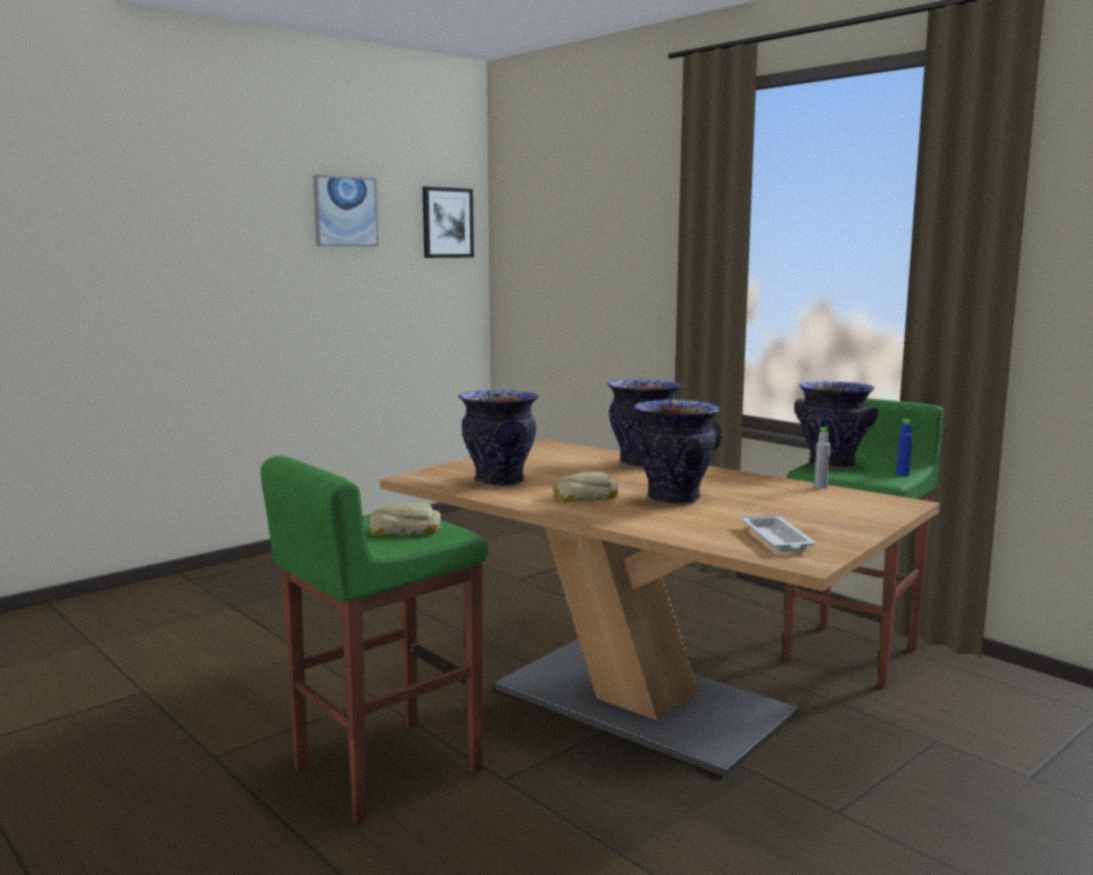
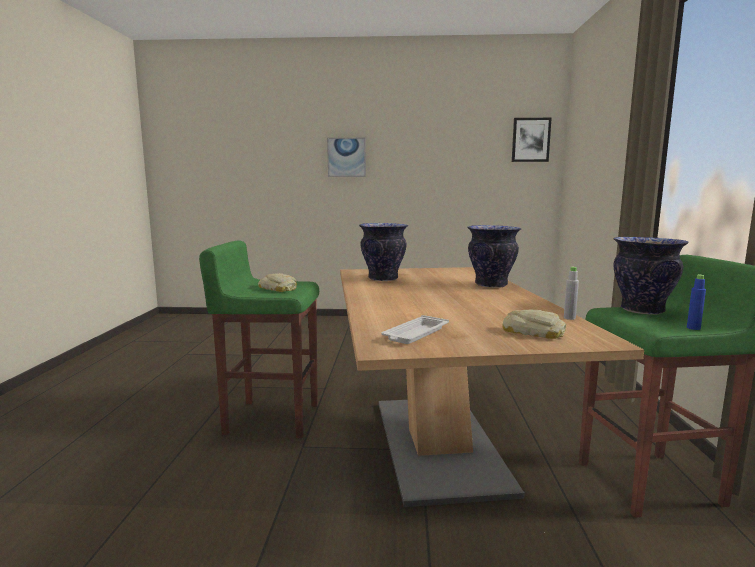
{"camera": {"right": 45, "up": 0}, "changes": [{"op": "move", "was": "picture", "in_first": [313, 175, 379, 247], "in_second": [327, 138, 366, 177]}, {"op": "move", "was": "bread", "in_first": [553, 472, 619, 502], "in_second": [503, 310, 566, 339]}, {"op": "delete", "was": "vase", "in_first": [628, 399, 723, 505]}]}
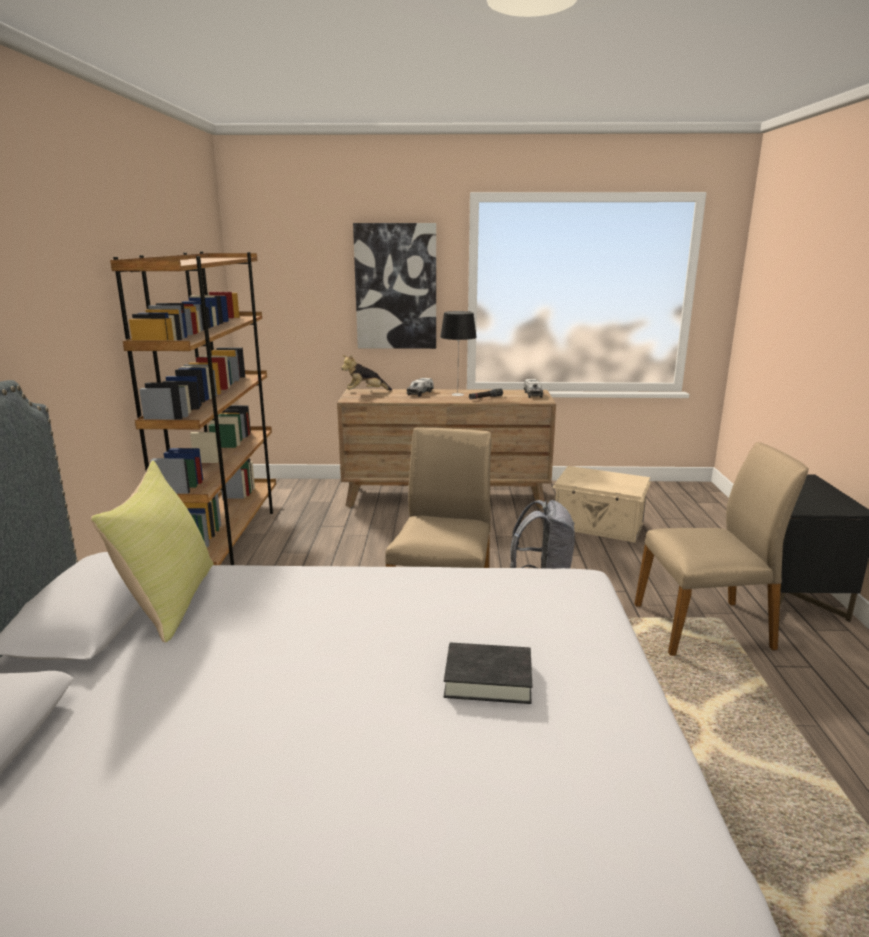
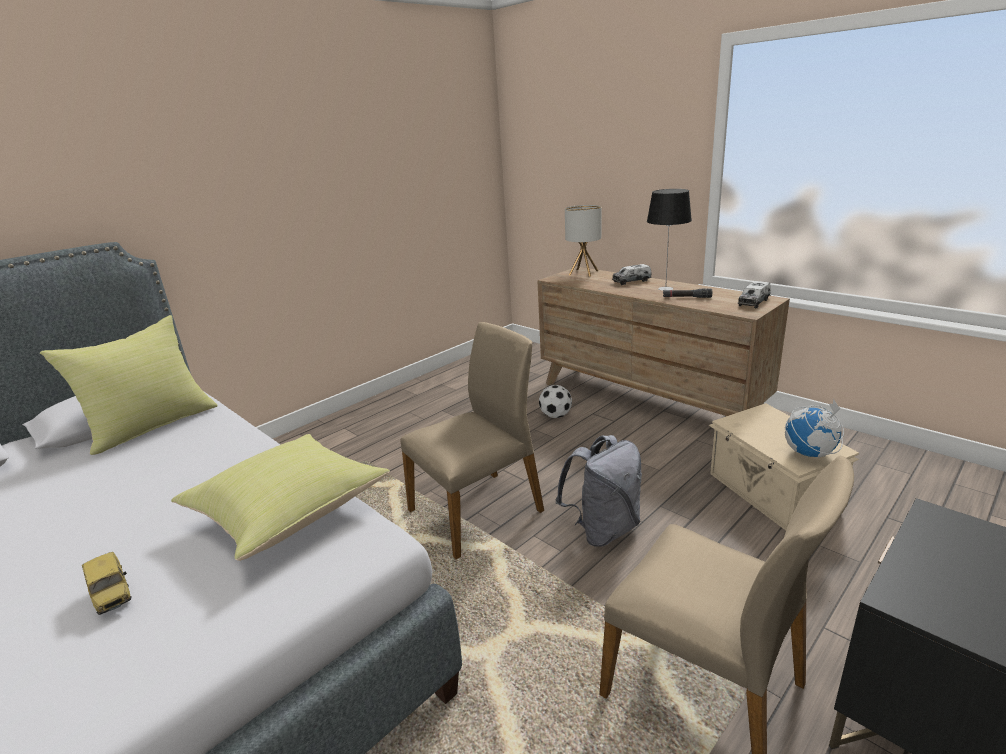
{"camera": {"right": 45, "up": 5}, "changes": [{"op": "replace", "was": "black book", "now": "toy car", "in_first": [444, 642, 532, 704], "in_second": [82, 552, 131, 615]}, {"op": "insert", "now": "yellow pillow", "in_second": [171, 434, 390, 561]}, {"op": "insert", "now": "football", "in_second": [539, 385, 572, 418]}, {"op": "replace", "was": "plush toy", "now": "table lamp", "in_first": [341, 355, 392, 391], "in_second": [565, 205, 601, 277]}, {"op": "insert", "now": "globe", "in_second": [785, 399, 844, 458]}, {"op": "delete", "was": "brown bookcase", "in_first": [110, 252, 276, 565]}, {"op": "delete", "was": "picture", "in_first": [353, 223, 436, 349]}]}
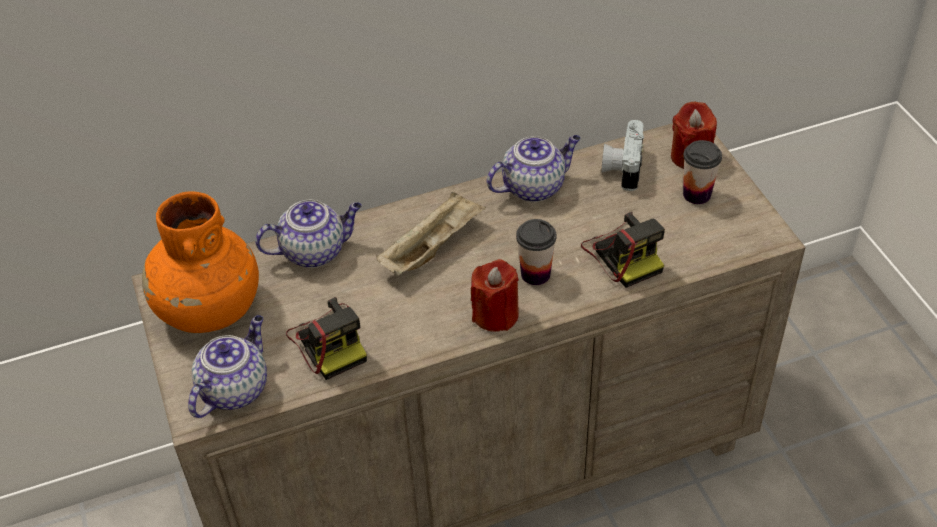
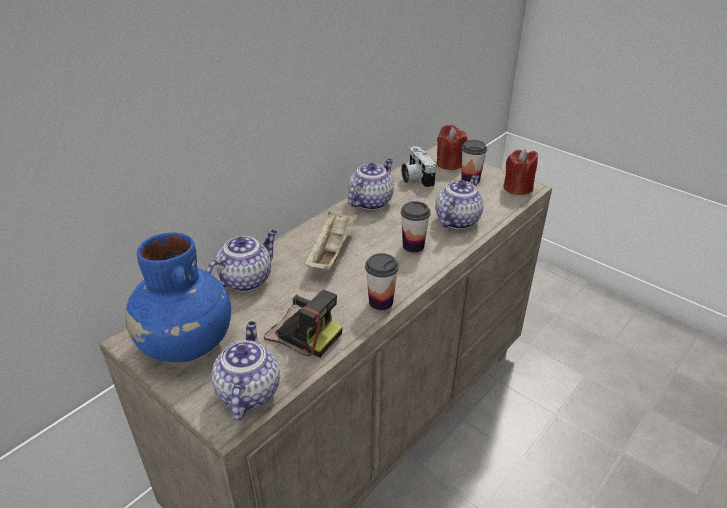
{"camera": {"right": -30, "up": -10}, "changes": [{"op": "recolor", "was": "orange vase", "now": "blue vase", "in_first": [142, 191, 259, 333], "in_second": [125, 232, 231, 362]}, {"op": "insert", "now": "cup", "in_second": [365, 253, 399, 310]}, {"op": "replace", "was": "photo camera", "now": "teapot", "in_first": [581, 212, 665, 288], "in_second": [435, 175, 484, 229]}, {"op": "move", "was": "red candle", "in_first": [471, 259, 519, 332], "in_second": [504, 149, 538, 195]}]}
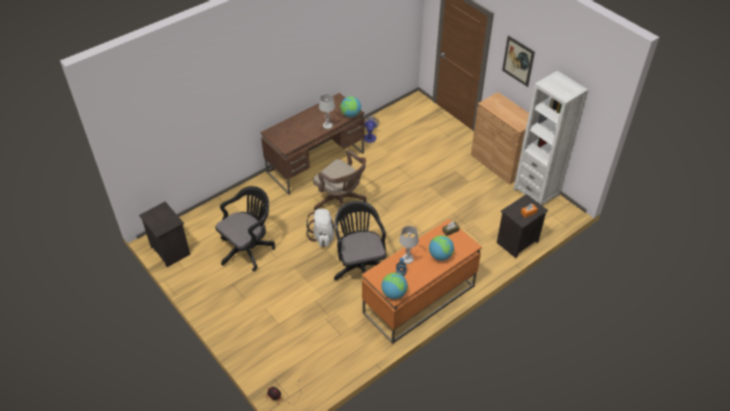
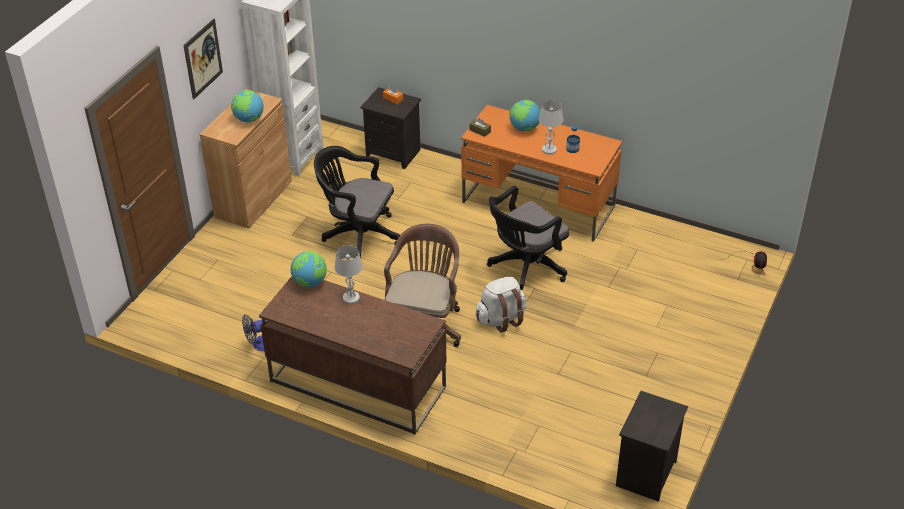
{"camera": {"right": -115, "up": -5}, "changes": [{"op": "move", "was": "globe", "in_first": [381, 273, 408, 299], "in_second": [231, 90, 264, 122]}, {"op": "move", "was": "black office chair", "in_first": [215, 186, 275, 271], "in_second": [314, 146, 400, 258]}]}
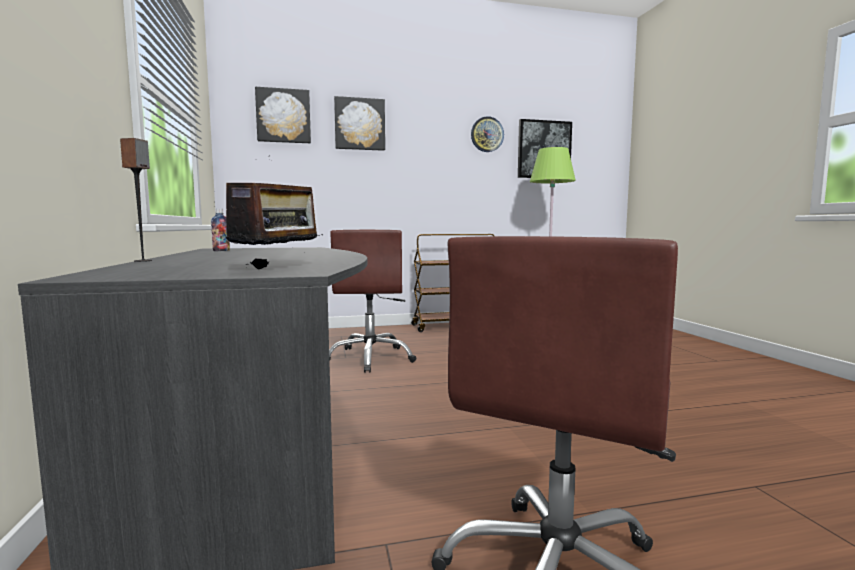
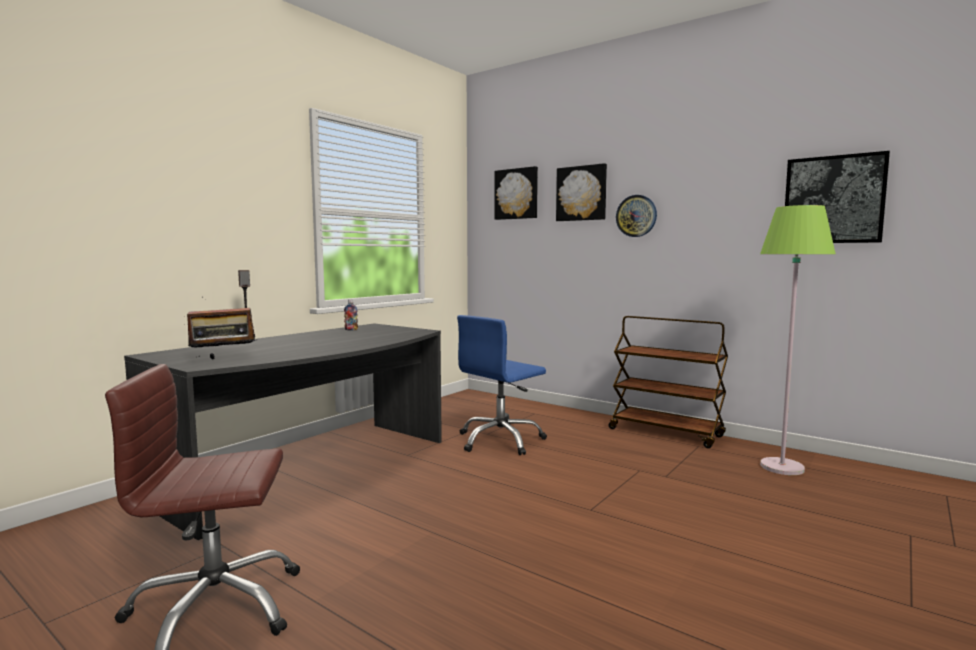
{"camera": {"right": 50, "up": 0}, "changes": [{"op": "recolor", "was": "brown office chair", "now": "blue office chair", "in_first": [329, 230, 416, 373], "in_second": [457, 315, 547, 455]}, {"op": "move", "was": "wall clock", "in_first": [471, 116, 504, 152], "in_second": [616, 195, 657, 237]}]}
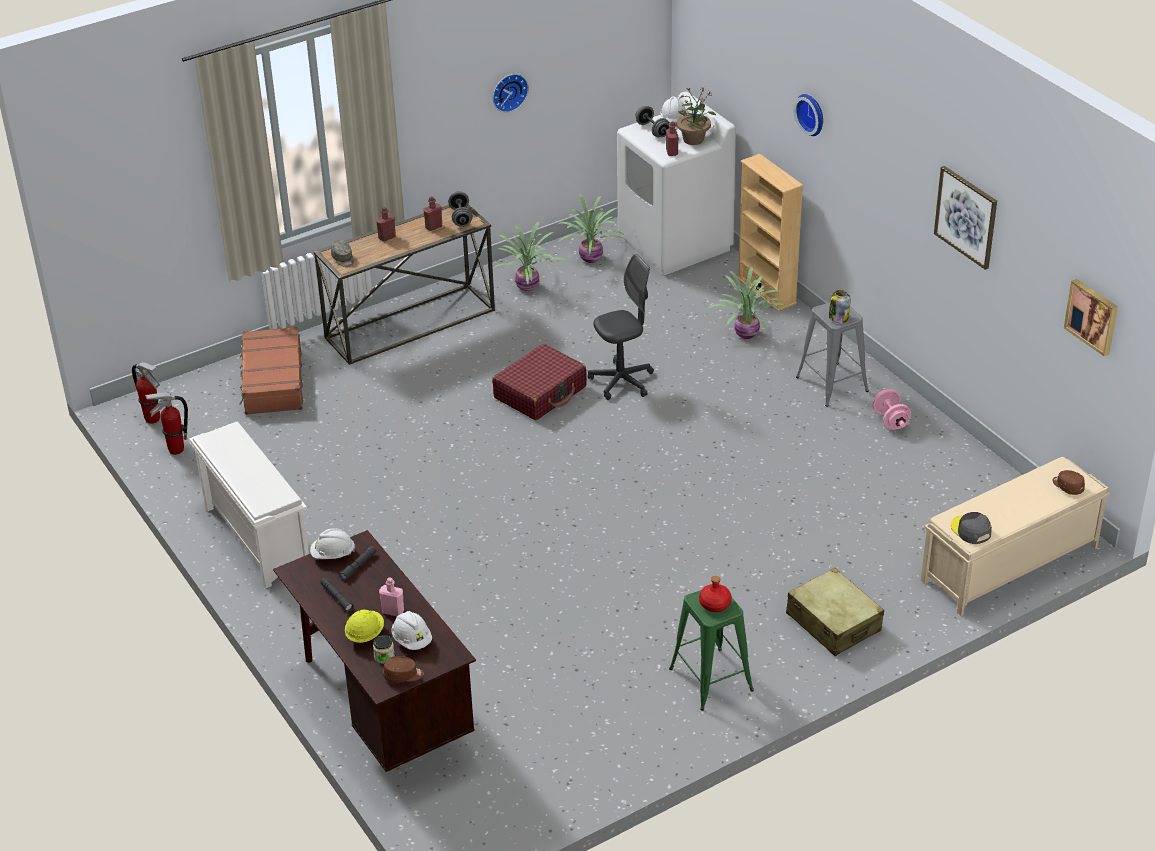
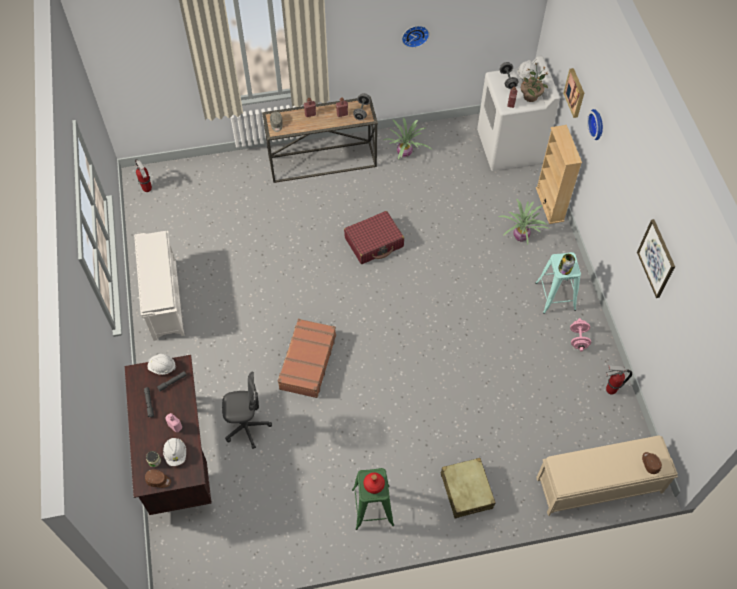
{"camera": {"right": 20, "up": 20}, "changes": [{"op": "move", "was": "grey office chair", "in_first": [588, 254, 654, 400], "in_second": [222, 372, 272, 449]}, {"op": "move", "was": "brown suitcase", "in_first": [240, 327, 303, 415], "in_second": [278, 319, 336, 398]}, {"op": "recolor", "was": "grey stool", "now": "turquoise stool", "in_first": [796, 302, 869, 407], "in_second": [535, 252, 581, 314]}, {"op": "move", "was": "picture", "in_first": [1064, 279, 1118, 356], "in_second": [563, 68, 584, 118]}, {"op": "move", "was": "fire extinguisher", "in_first": [145, 393, 188, 455], "in_second": [606, 365, 632, 395]}, {"op": "delete", "was": "yellow hard hat", "in_first": [345, 610, 384, 643]}, {"op": "delete", "was": "potted plant", "in_first": [558, 194, 626, 263]}, {"op": "delete", "was": "grey cap", "in_first": [951, 512, 992, 544]}]}
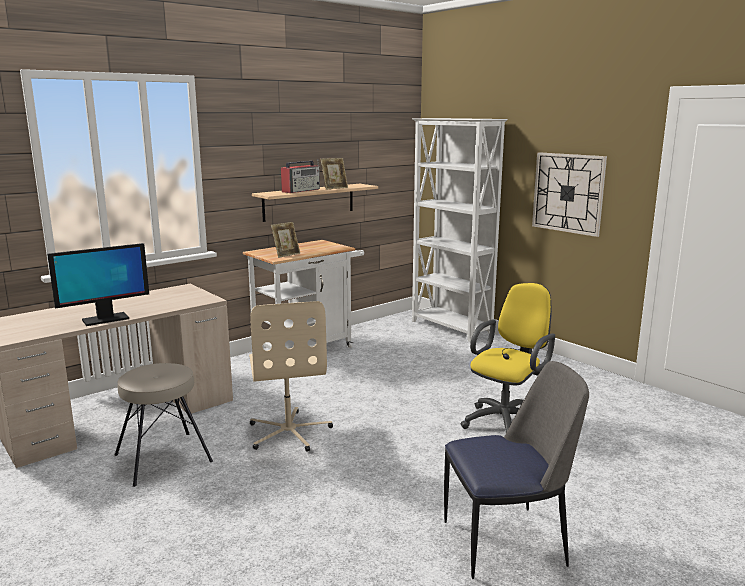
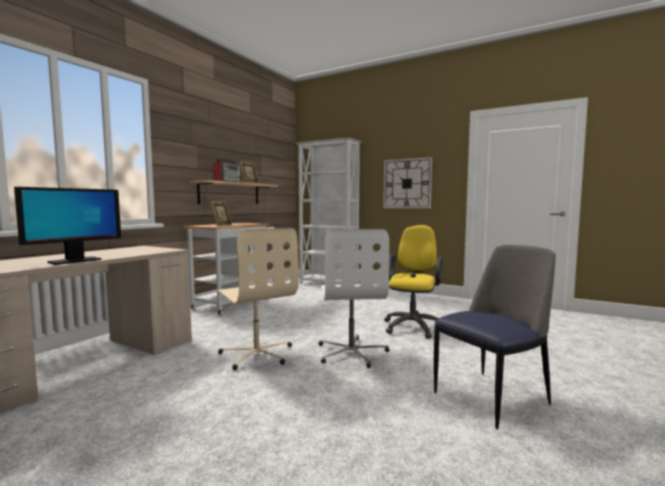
{"camera": {"right": -20, "up": -10}, "changes": [{"op": "insert", "now": "white office chair", "in_second": [319, 229, 390, 368]}, {"op": "delete", "was": "beige stool", "in_first": [115, 363, 213, 487]}]}
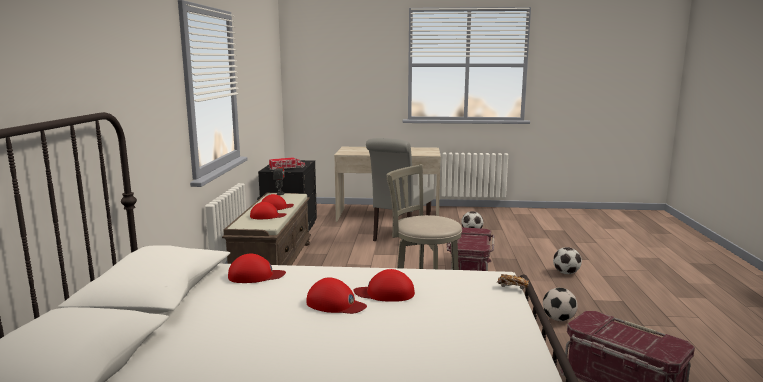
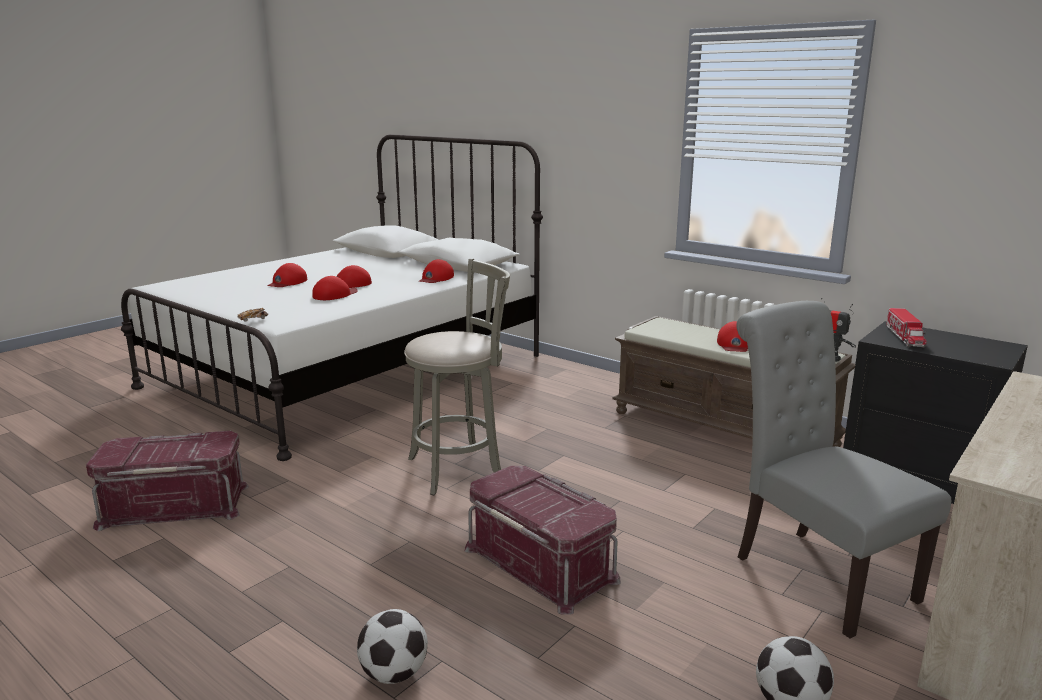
{"camera": {"right": 125, "up": 5}, "changes": [{"op": "move", "was": "red cap", "in_first": [250, 202, 286, 219], "in_second": [267, 263, 307, 287]}, {"op": "delete", "was": "football", "in_first": [543, 287, 577, 321]}]}
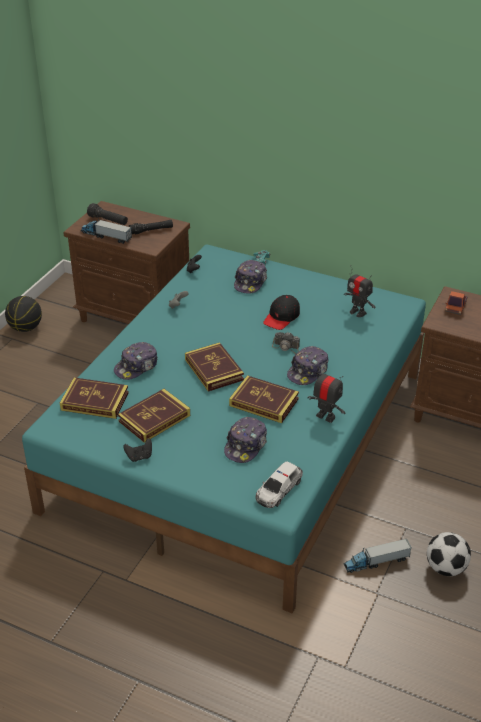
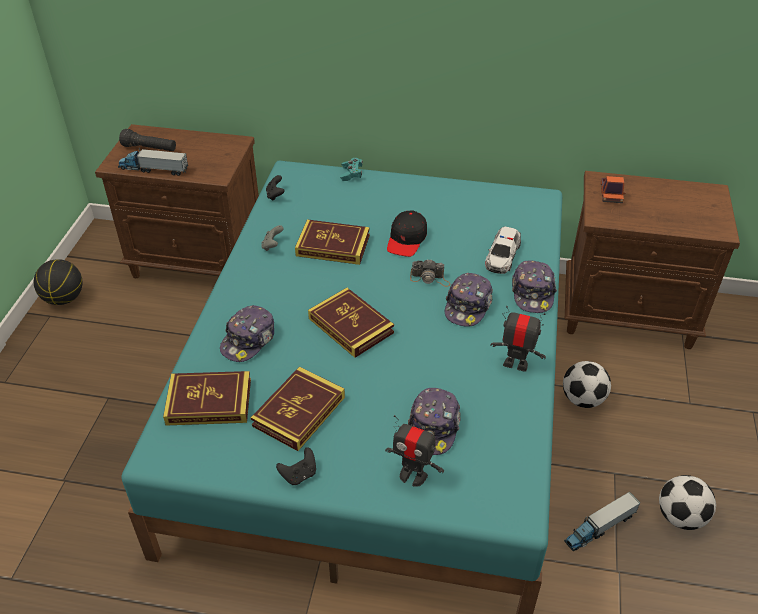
{"camera": {"right": -15, "up": 5}, "changes": [{"op": "move", "was": "book", "in_first": [229, 375, 299, 423], "in_second": [295, 219, 370, 265]}, {"op": "move", "was": "toy robot", "in_first": [344, 265, 375, 317], "in_second": [385, 415, 444, 487]}, {"op": "move", "was": "toy car", "in_first": [256, 461, 303, 508], "in_second": [485, 226, 521, 274]}, {"op": "move", "was": "cap", "in_first": [234, 260, 267, 294], "in_second": [512, 260, 557, 313]}, {"op": "insert", "now": "football", "in_second": [563, 361, 611, 408]}, {"op": "delete", "was": "black flashlight", "in_first": [129, 220, 173, 234]}]}
